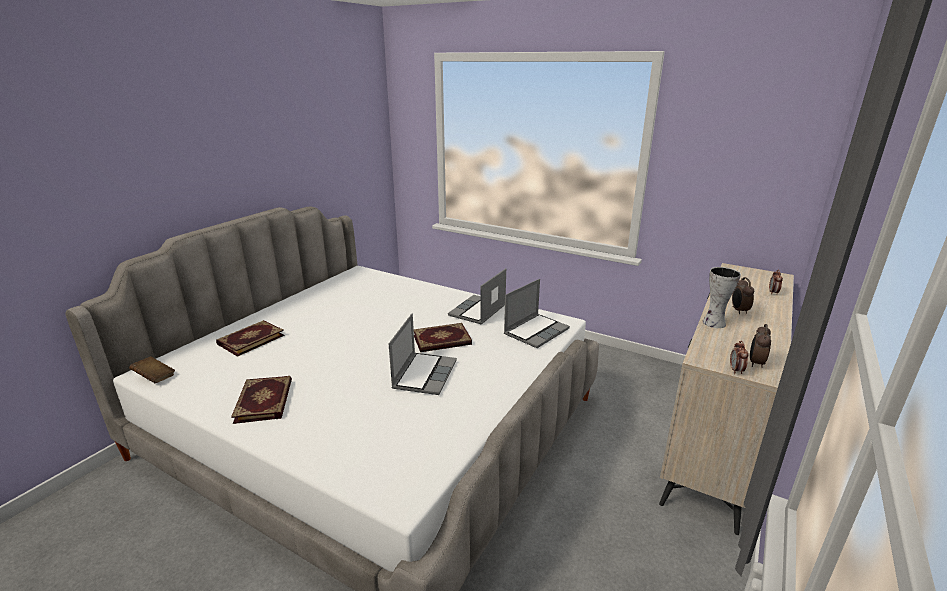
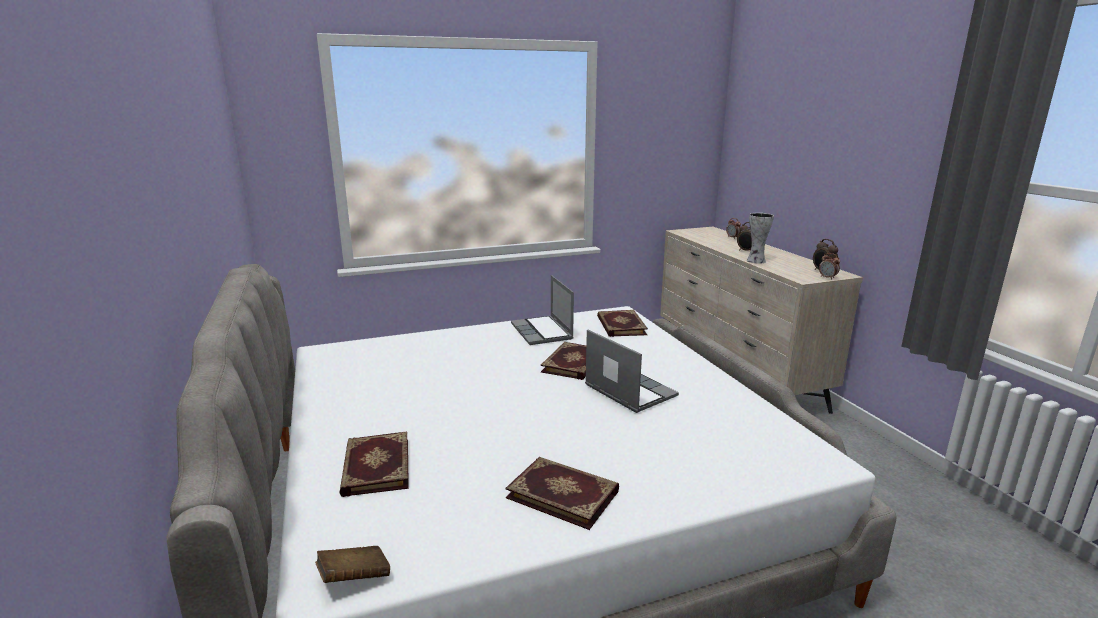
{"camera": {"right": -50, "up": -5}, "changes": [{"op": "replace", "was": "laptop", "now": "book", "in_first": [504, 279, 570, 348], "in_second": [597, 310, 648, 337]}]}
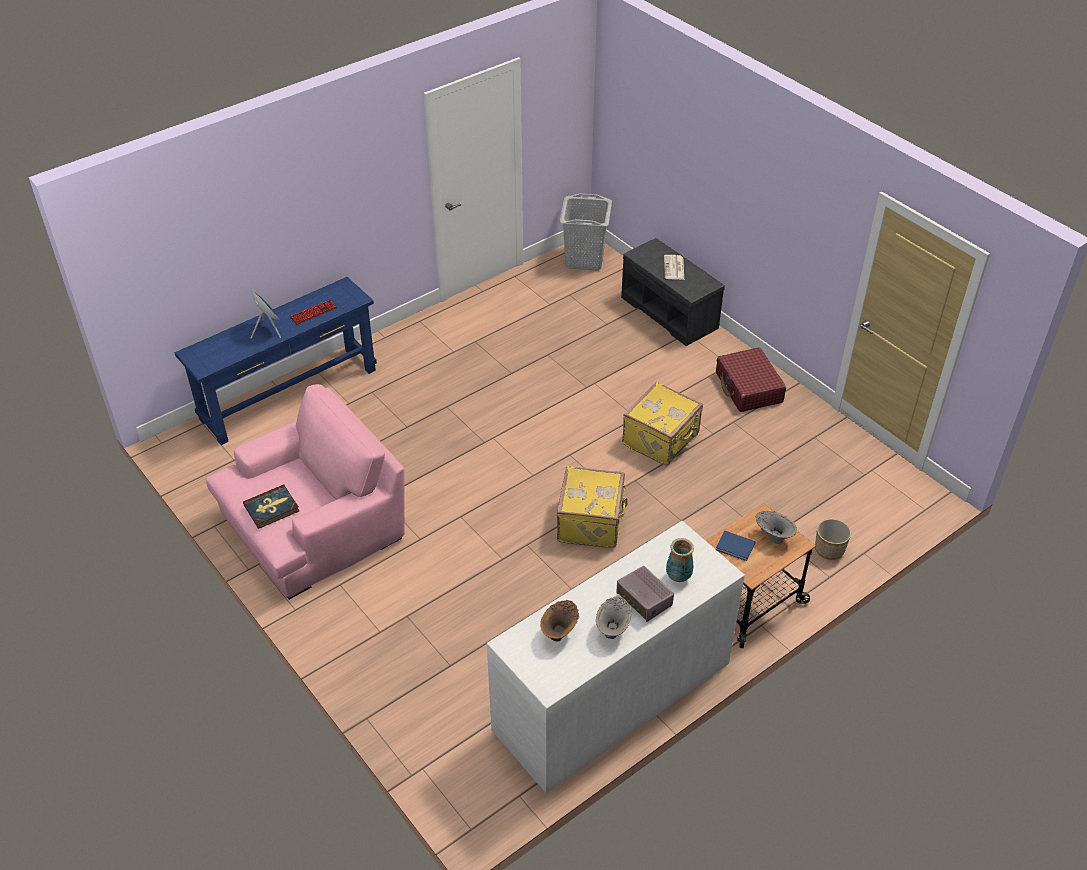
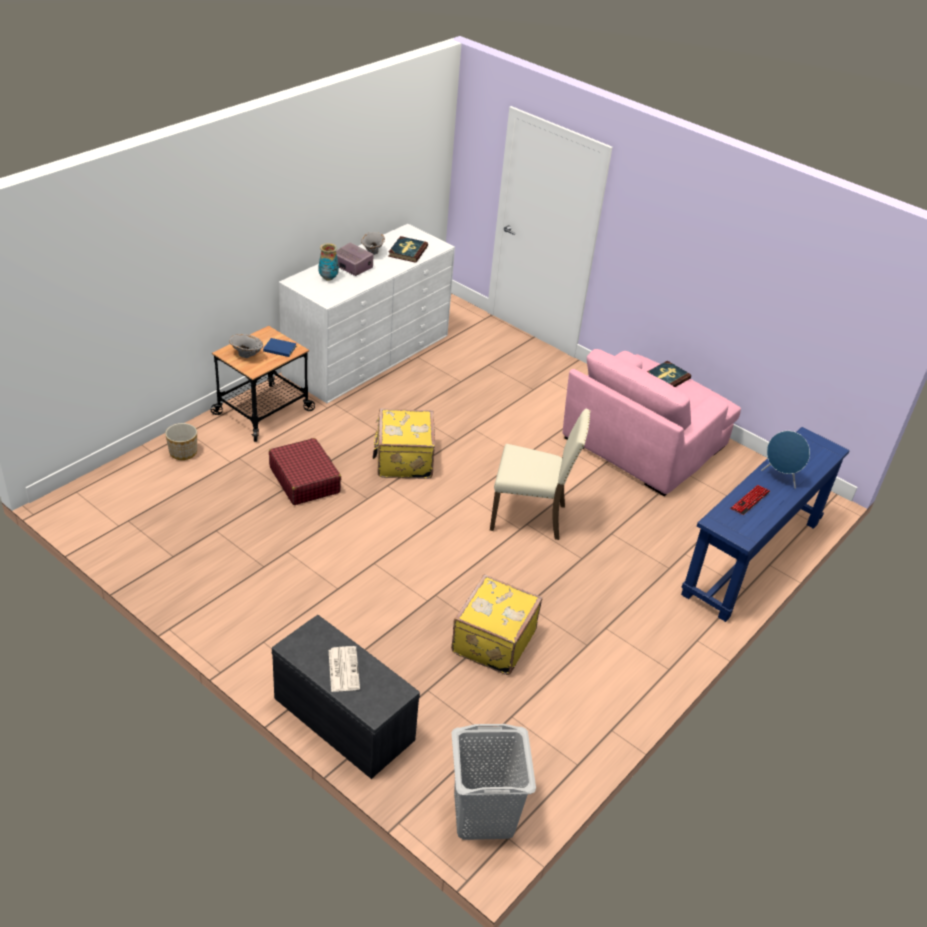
{"camera": {"right": 165, "up": -5}, "changes": [{"op": "move", "was": "red suitcase", "in_first": [716, 347, 786, 412], "in_second": [269, 438, 341, 505]}, {"op": "replace", "was": "brown vase", "now": "book", "in_first": [540, 600, 579, 642], "in_second": [388, 236, 428, 263]}, {"op": "move", "was": "yellow suitcase", "in_first": [622, 382, 703, 465], "in_second": [451, 574, 542, 675]}, {"op": "insert", "now": "beige chair", "in_second": [490, 409, 591, 540]}]}
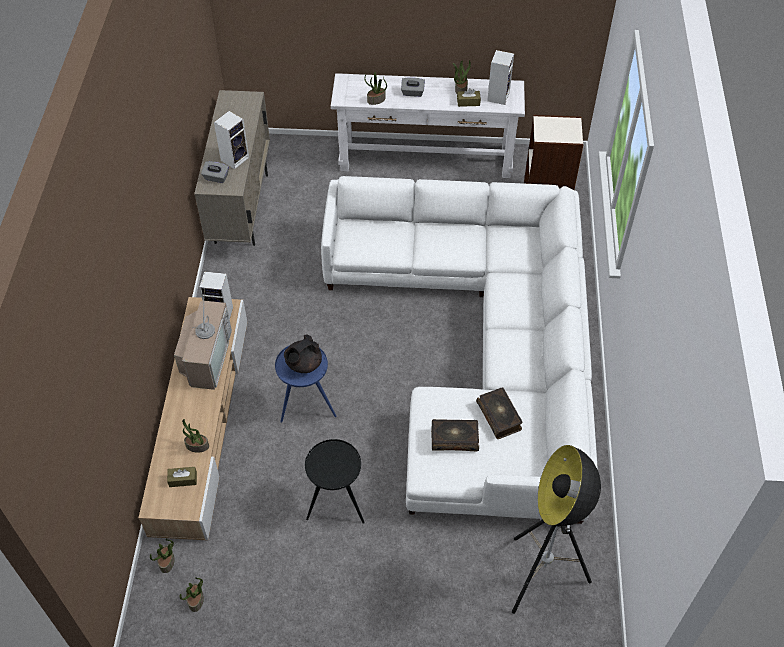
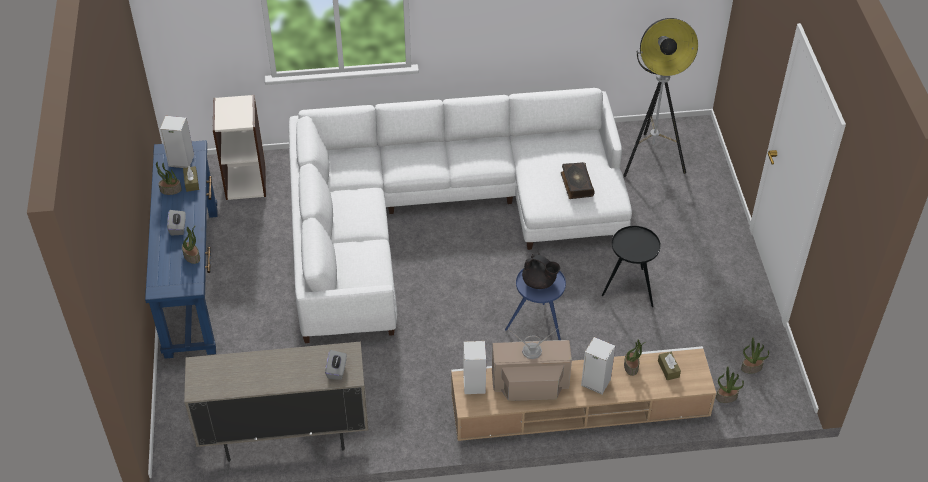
{"camera": {"right": -100, "up": -5}, "changes": [{"op": "recolor", "was": "white console table", "now": "blue console table", "in_first": [331, 73, 525, 178], "in_second": [145, 140, 218, 359]}, {"op": "move", "was": "speaker", "in_first": [214, 111, 249, 169], "in_second": [581, 337, 615, 395]}, {"op": "delete", "was": "book", "in_first": [476, 387, 523, 439]}]}
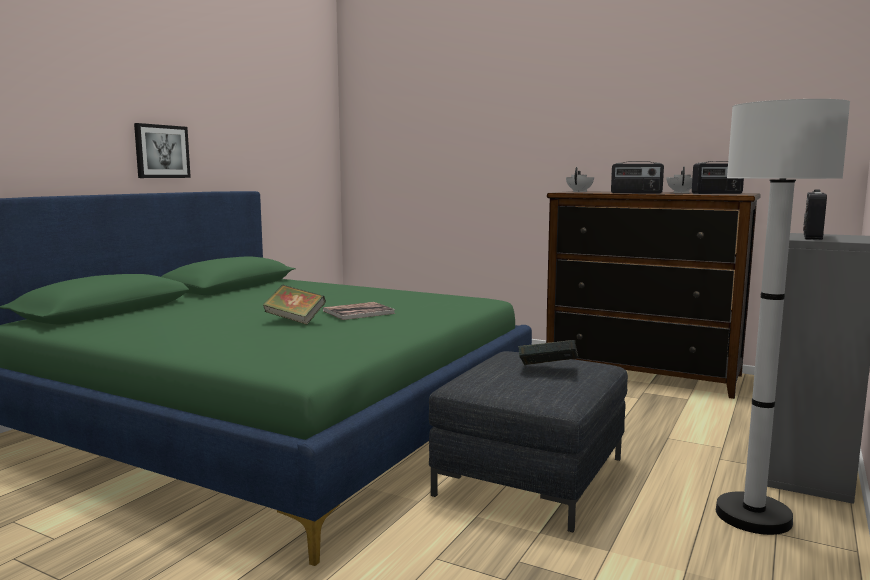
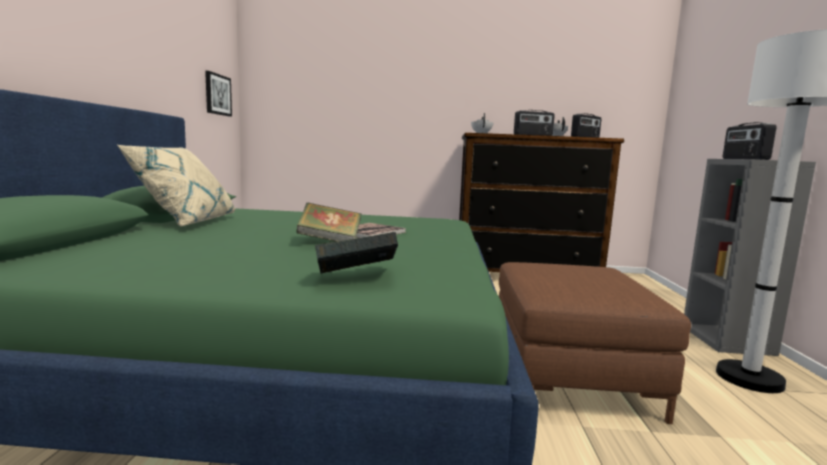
{"camera": {"right": -25, "up": 0}, "changes": [{"op": "insert", "now": "beige pillow", "in_second": [118, 145, 235, 226]}, {"op": "move", "was": "picture", "in_first": [134, 123, 191, 178], "in_second": [205, 71, 232, 117]}, {"op": "move", "was": "book", "in_first": [518, 340, 578, 365], "in_second": [315, 232, 398, 274]}, {"op": "recolor", "was": "grey ottoman", "now": "brown ottoman", "in_first": [429, 351, 628, 532], "in_second": [499, 262, 691, 424]}]}
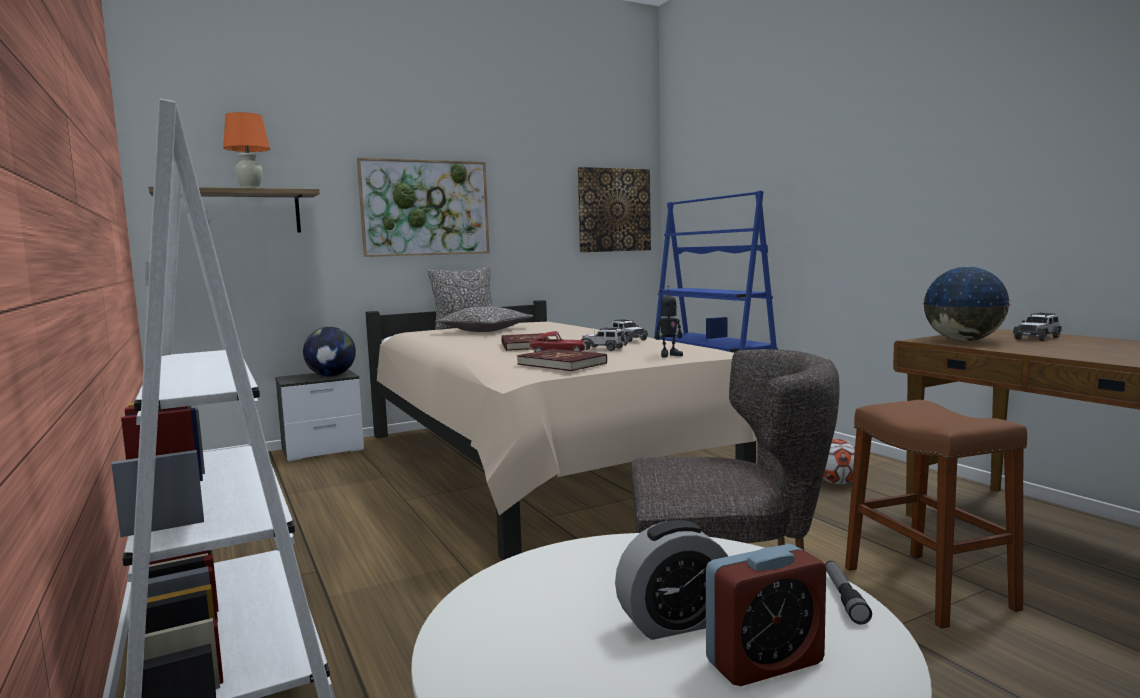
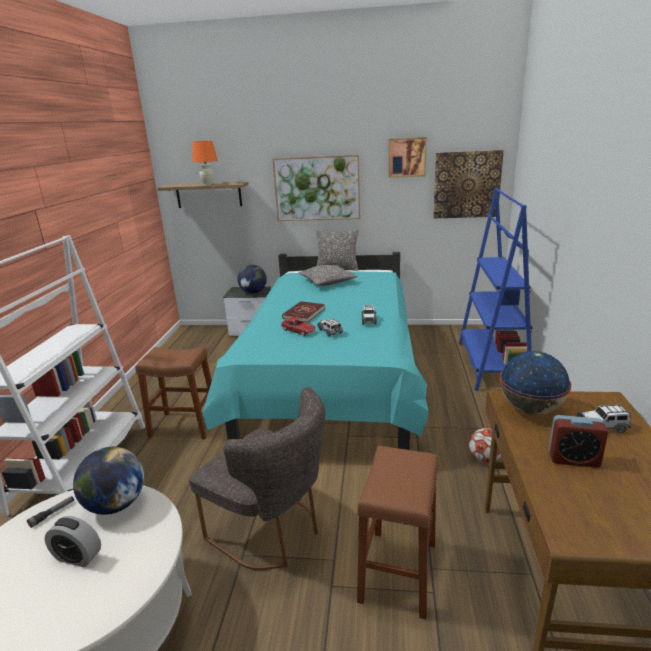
{"camera": {"right": 35, "up": 15}, "changes": [{"op": "move", "was": "flashlight", "in_first": [825, 561, 872, 625], "in_second": [27, 496, 74, 528]}, {"op": "insert", "now": "globe", "in_second": [73, 447, 144, 515]}, {"op": "insert", "now": "brown stool", "in_second": [135, 347, 212, 439]}, {"op": "recolor", "was": "beige bed", "now": "turquoise bed", "in_first": [366, 300, 757, 560], "in_second": [203, 252, 429, 450]}, {"op": "insert", "now": "picture", "in_second": [389, 137, 427, 178]}, {"op": "move", "was": "alarm clock", "in_first": [706, 544, 826, 686], "in_second": [549, 415, 608, 468]}, {"op": "delete", "was": "red book", "in_first": [517, 349, 607, 371]}, {"op": "delete", "was": "toy robot", "in_first": [655, 286, 683, 357]}]}
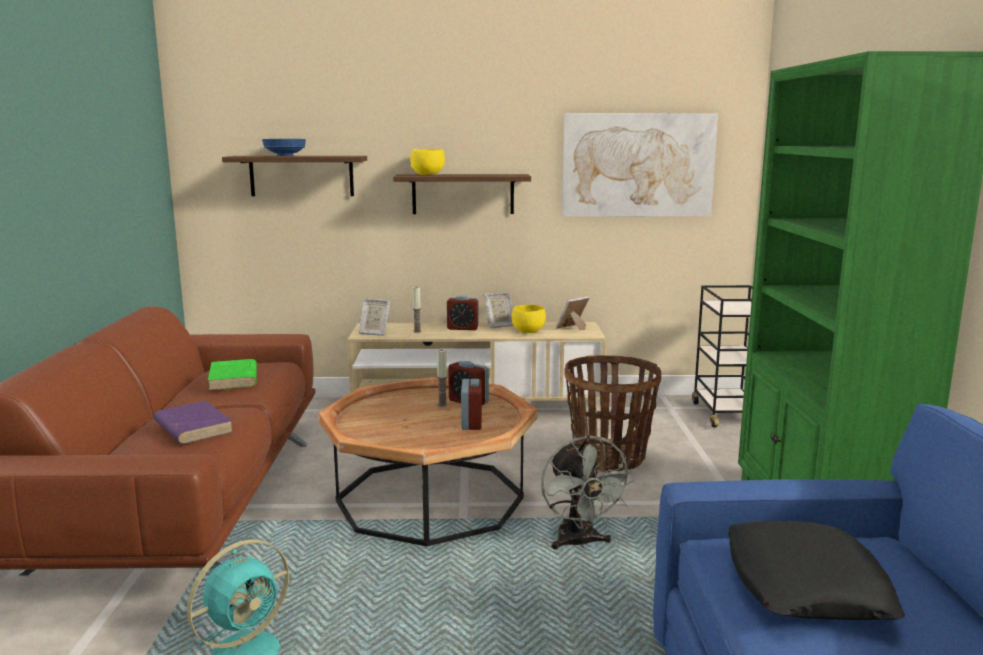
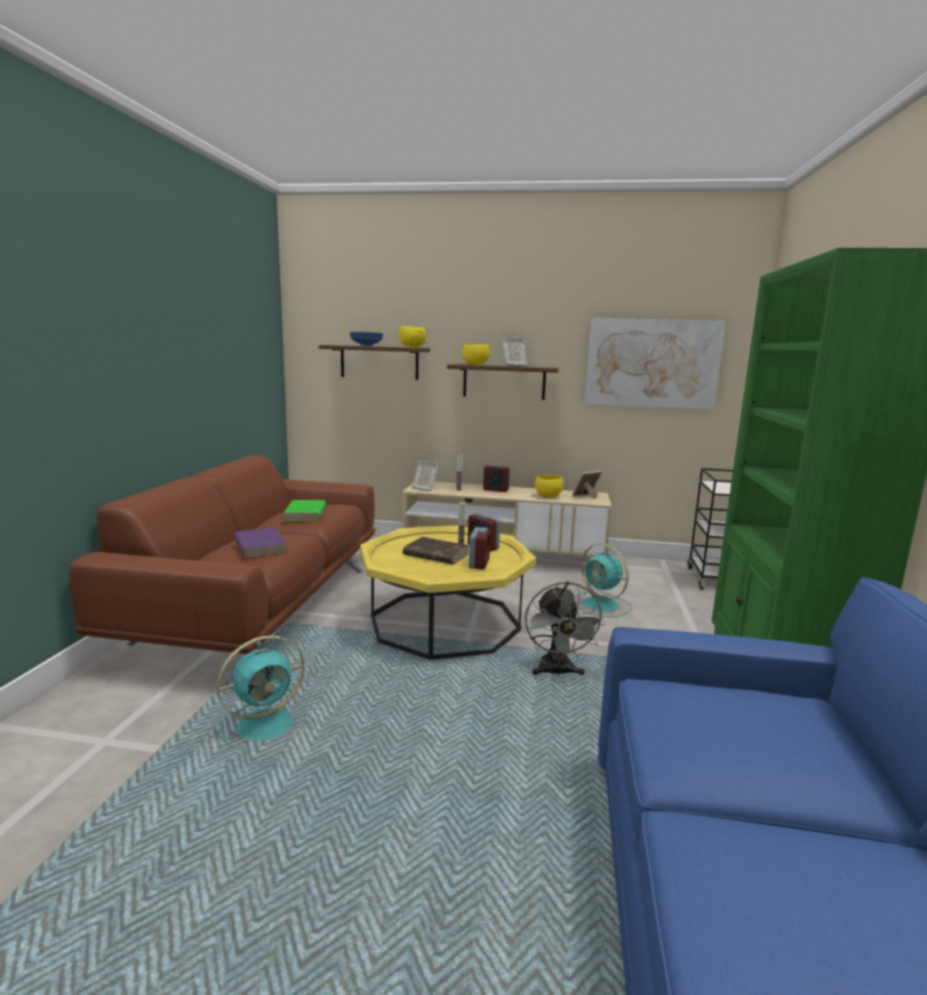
{"camera": {"right": 10, "up": 0}, "changes": [{"op": "recolor", "was": "brown coffee table", "now": "yellow coffee table", "in_first": [318, 377, 538, 546], "in_second": [360, 526, 536, 660]}, {"op": "insert", "now": "yellow bowl", "in_second": [399, 326, 427, 348]}, {"op": "insert", "now": "brown book", "in_second": [403, 537, 469, 564]}, {"op": "move", "was": "picture frame", "in_first": [483, 292, 514, 328], "in_second": [502, 338, 527, 366]}, {"op": "replace", "was": "basket", "now": "turquoise fan", "in_first": [564, 355, 661, 472], "in_second": [574, 543, 632, 617]}, {"op": "delete", "was": "black pillow", "in_first": [728, 521, 905, 620]}]}
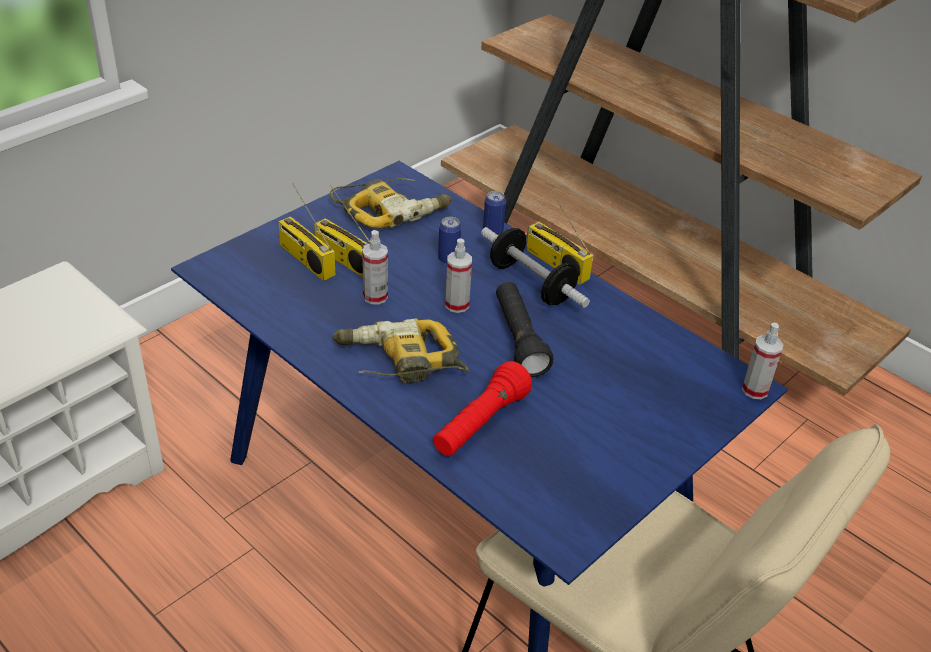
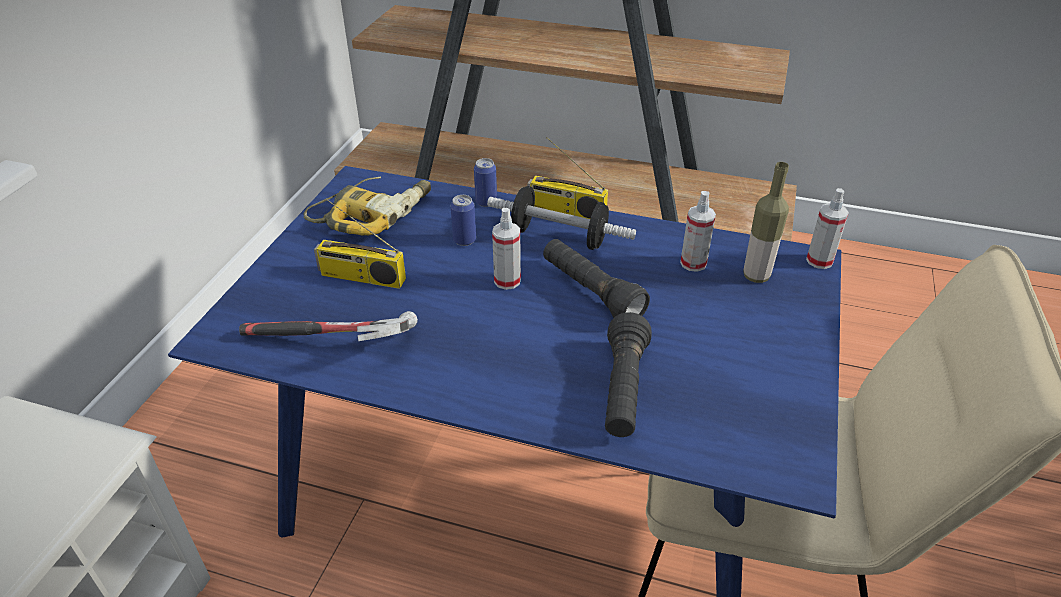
{"camera": {"right": -25, "up": 0}, "changes": [{"op": "insert", "now": "hammer", "in_second": [239, 311, 418, 341]}, {"op": "recolor", "was": "red flashlight", "now": "black flashlight", "in_first": [433, 361, 532, 456], "in_second": [605, 312, 652, 437]}, {"op": "move", "was": "spray bottle", "in_first": [362, 230, 388, 304], "in_second": [680, 191, 716, 272]}, {"op": "insert", "now": "bottle", "in_second": [744, 162, 789, 283]}, {"op": "delete", "was": "radio", "in_first": [278, 184, 335, 281]}, {"op": "delete", "was": "power drill", "in_first": [332, 318, 470, 383]}]}
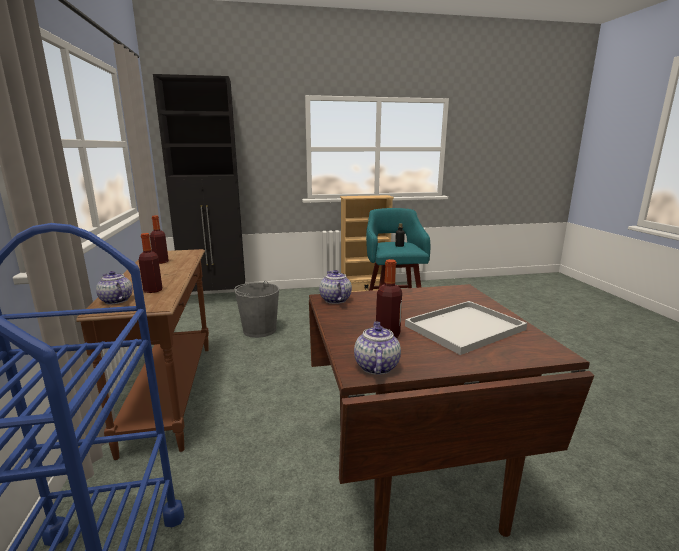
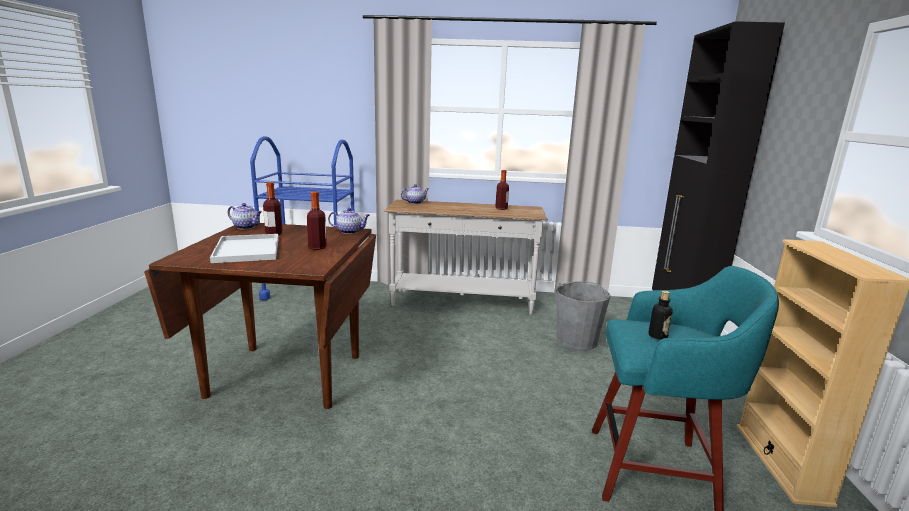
{"camera": {"right": 105, "up": 0}, "changes": [{"op": "move", "was": "bottle", "in_first": [139, 233, 162, 293], "in_second": [307, 192, 327, 250]}, {"op": "recolor", "was": "brown console table", "now": "white console table", "in_first": [76, 249, 209, 460], "in_second": [384, 200, 548, 315]}]}
